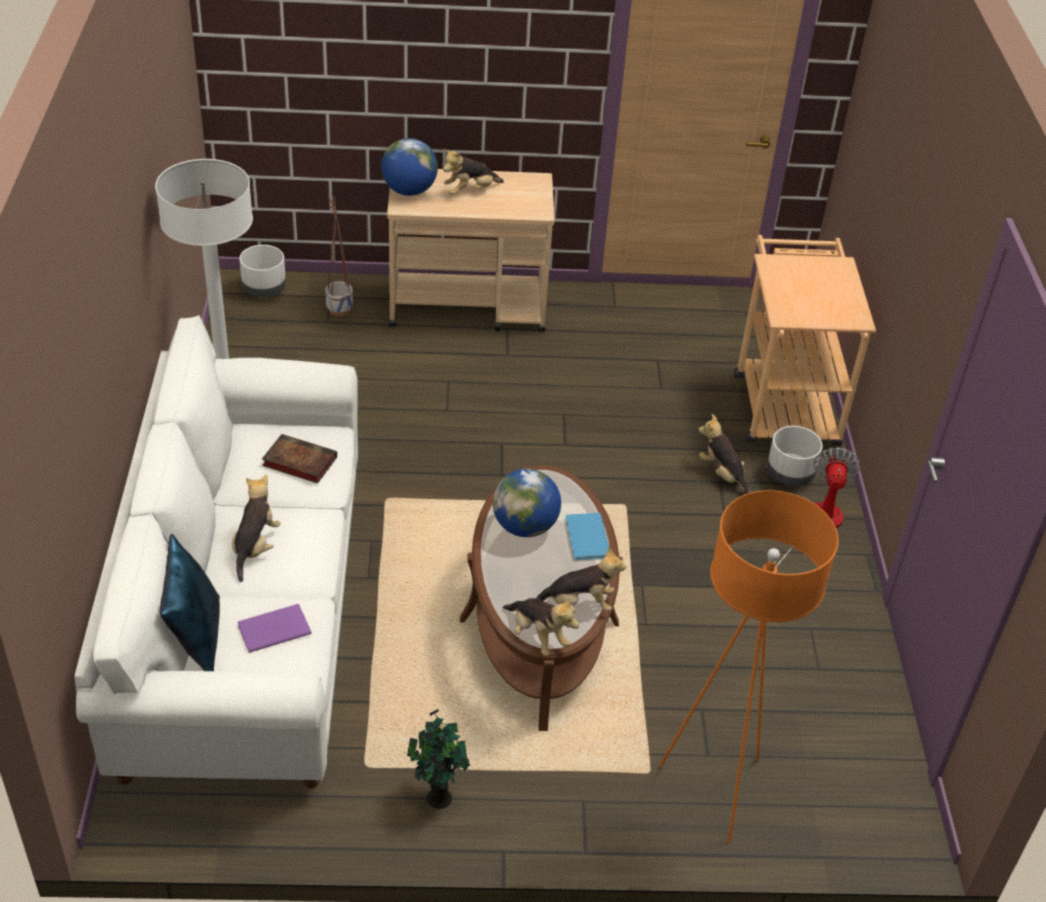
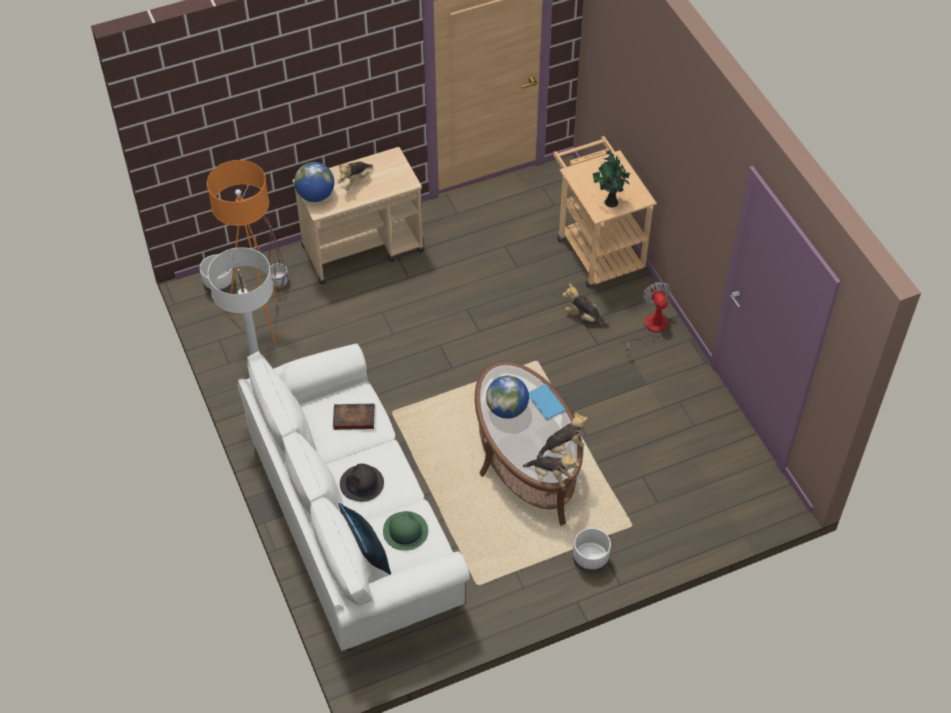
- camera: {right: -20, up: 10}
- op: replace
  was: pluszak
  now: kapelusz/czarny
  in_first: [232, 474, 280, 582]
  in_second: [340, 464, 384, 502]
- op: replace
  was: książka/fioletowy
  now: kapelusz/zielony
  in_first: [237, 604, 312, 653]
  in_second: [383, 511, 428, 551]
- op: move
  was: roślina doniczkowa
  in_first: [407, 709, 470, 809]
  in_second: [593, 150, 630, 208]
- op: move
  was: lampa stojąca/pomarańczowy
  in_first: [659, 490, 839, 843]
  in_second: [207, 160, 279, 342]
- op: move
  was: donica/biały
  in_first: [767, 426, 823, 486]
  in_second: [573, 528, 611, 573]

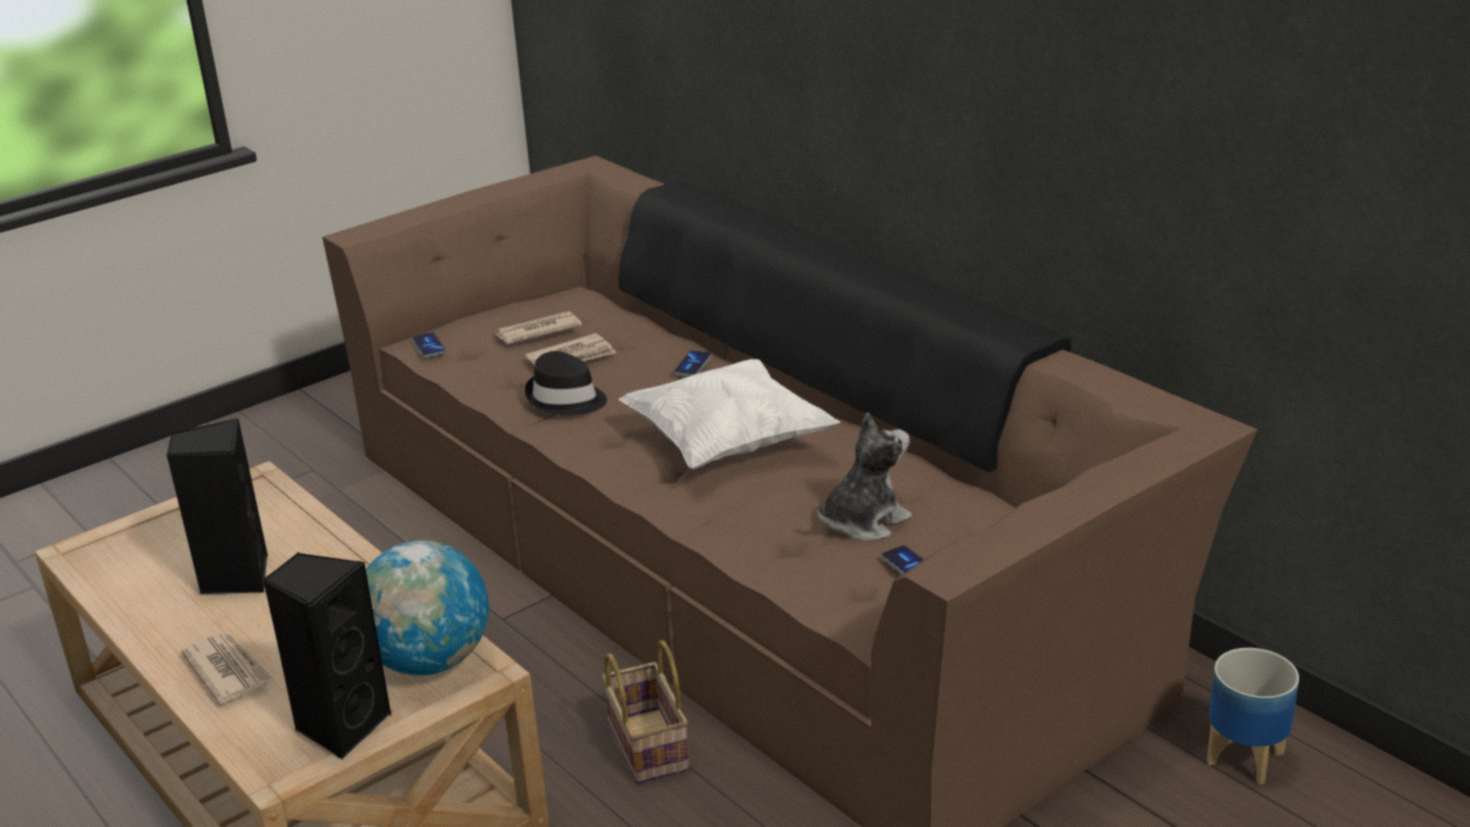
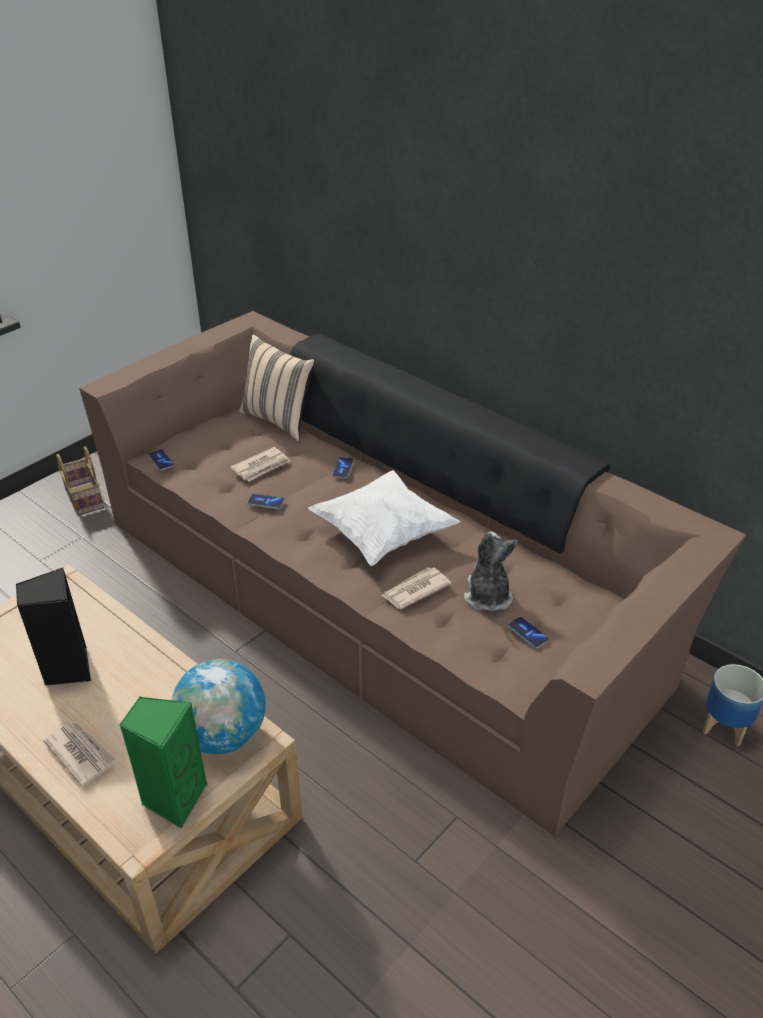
- camera: {right: -10, up: 10}
- op: recolor
  was: głośnik/czarny
  now: głośnik/zielony
  in_first: [262, 552, 391, 759]
  in_second: [119, 697, 207, 828]
- op: move
  was: gazeta
  in_first: [495, 311, 582, 344]
  in_second: [382, 567, 451, 609]
- op: replace
  was: kapelusz/czarny
  now: telefon
  in_first: [525, 351, 607, 416]
  in_second: [247, 494, 285, 509]
- op: move
  was: koszyk
  in_first: [602, 640, 689, 784]
  in_second: [56, 447, 104, 516]
- op: rotate
  was: pluszak
  in_first: [816, 413, 912, 541]
  in_second: [464, 531, 518, 611]
  clockwise: -45
- op: insert
  now: poduszka/beżowy
  in_second: [239, 334, 315, 441]

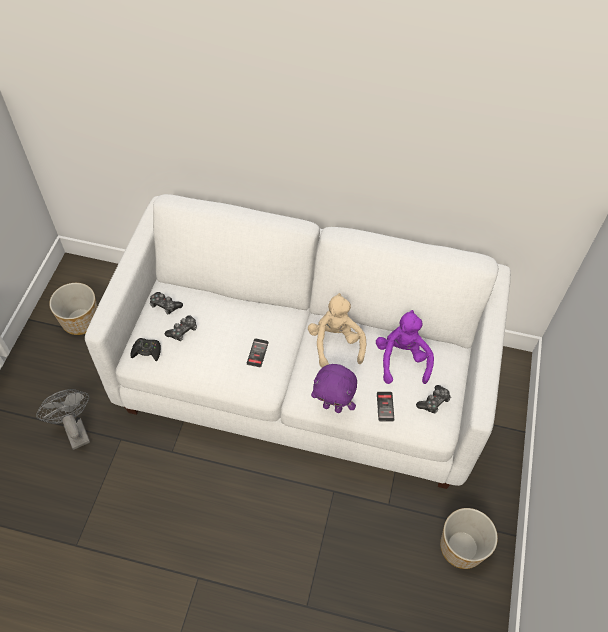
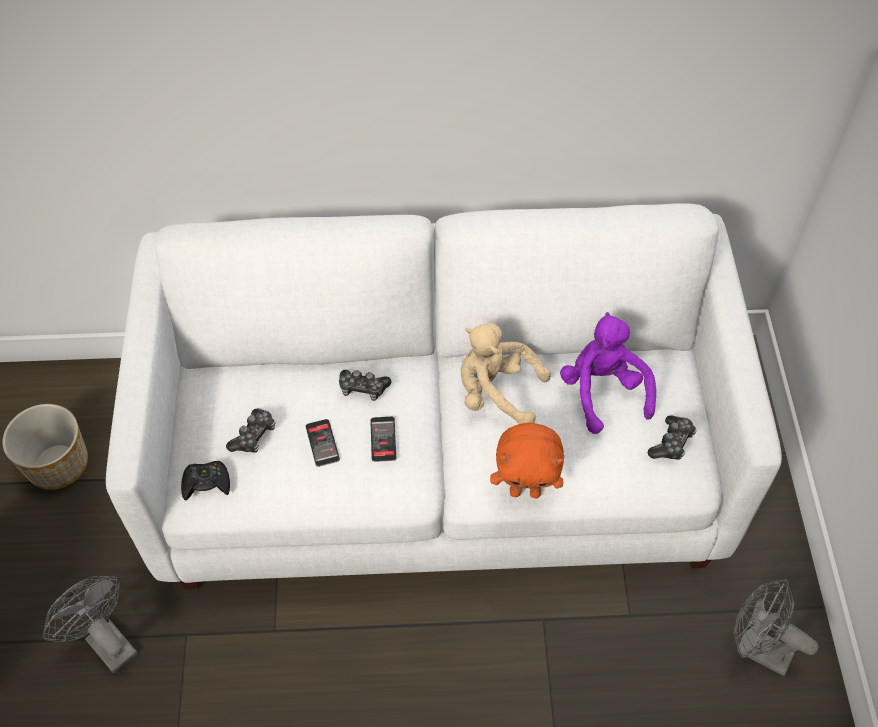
- camera: {right: -15, up: 0}
- op: move
  was: pad do gier
  in_first: [150, 292, 183, 315]
  in_second: [339, 370, 391, 401]
- op: rotate
  was: pluszak/beżowy
  in_first: [308, 293, 366, 367]
  in_second: [461, 323, 551, 424]
  clockwise: -45
- op: recolor
  was: pluszak/fioletowy
  now: pluszak/pomarańczowy
  in_first: [311, 364, 357, 413]
  in_second: [490, 422, 564, 498]
- op: move
  was: telefon
  in_first: [377, 392, 394, 421]
  in_second: [305, 419, 340, 467]
- op: replace
  was: donica
  now: wentylator/szary
  in_first: [440, 508, 498, 569]
  in_second: [734, 579, 819, 676]

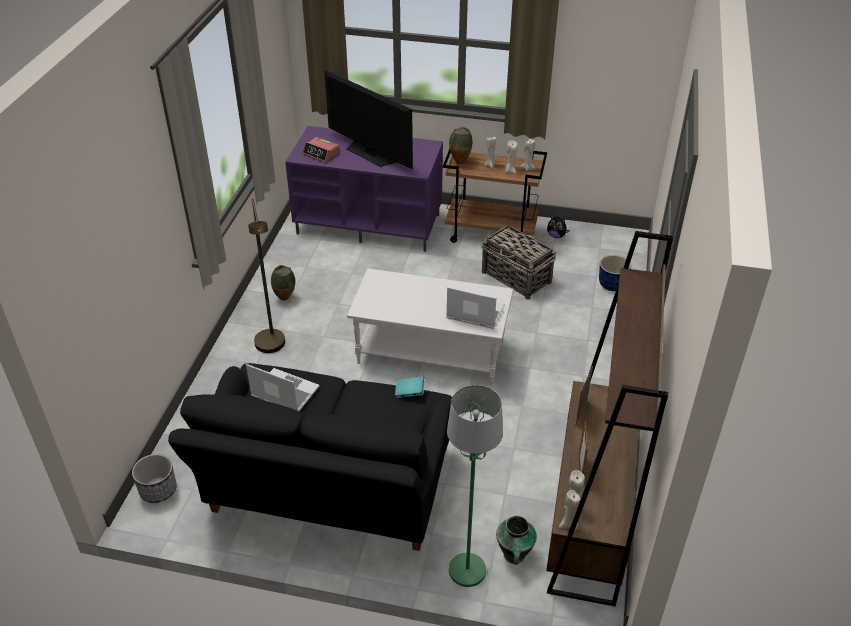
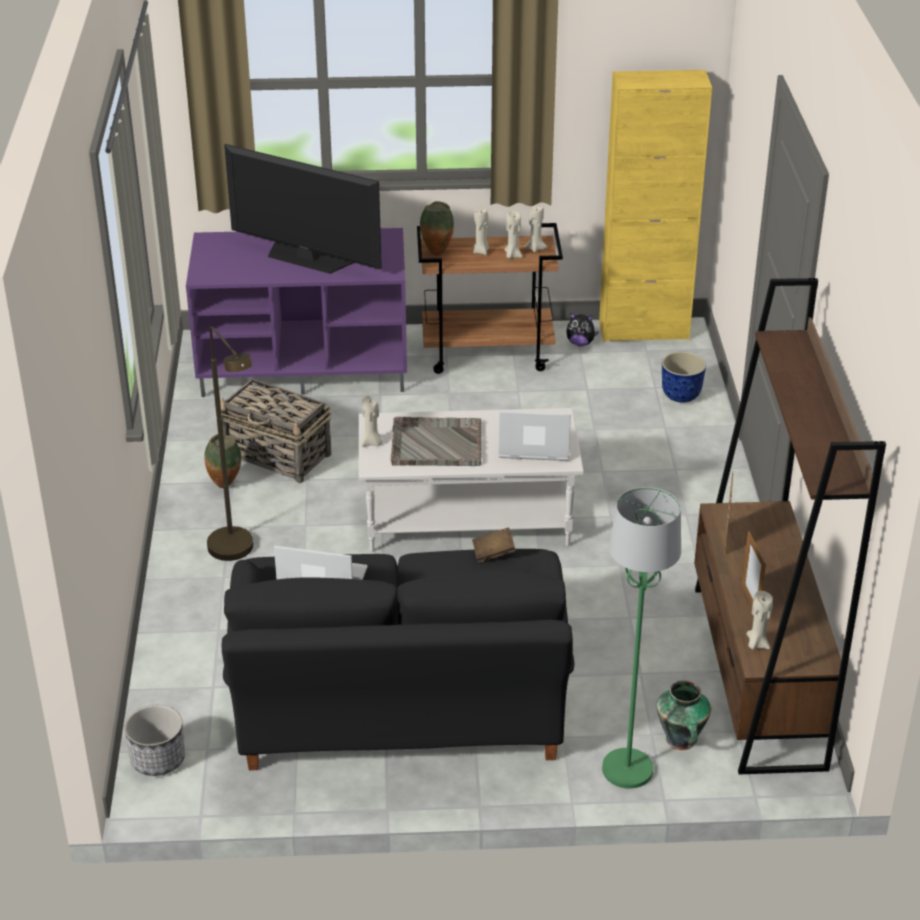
- camera: {right: -15, up: -5}
- op: delete
  was: budzik
  in_first: [303, 137, 339, 163]
- op: recolor
  was: książka/turkusowy
  now: książka/brązowy
  in_first: [395, 376, 425, 398]
  in_second: [472, 528, 516, 563]
- op: move
  was: koszyk
  in_first: [481, 225, 556, 300]
  in_second: [220, 379, 331, 483]
- op: move
  was: świeca/beżowy
  in_first: [559, 490, 581, 531]
  in_second: [361, 396, 382, 447]
- op: insert
  now: taca/szary
  in_second: [391, 417, 481, 466]
- op: insert
  now: szafka/żółty
  in_second: [599, 70, 712, 342]

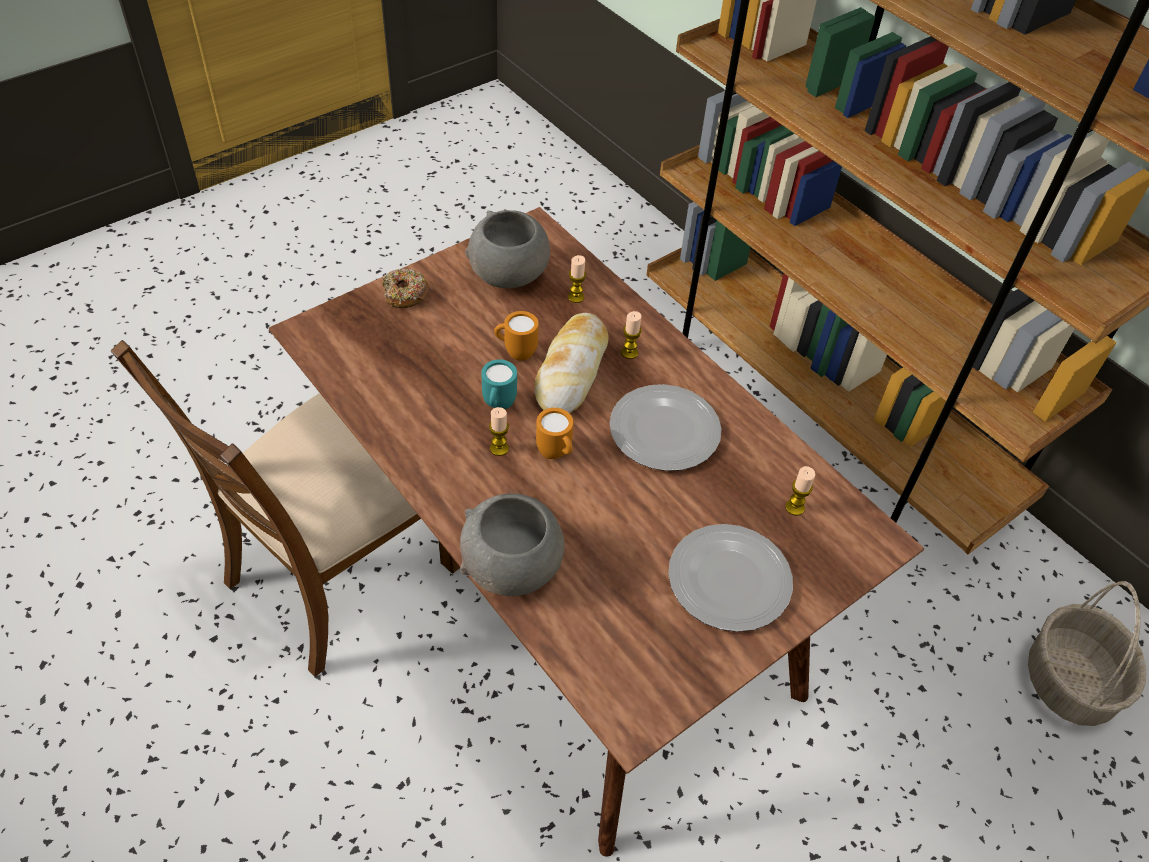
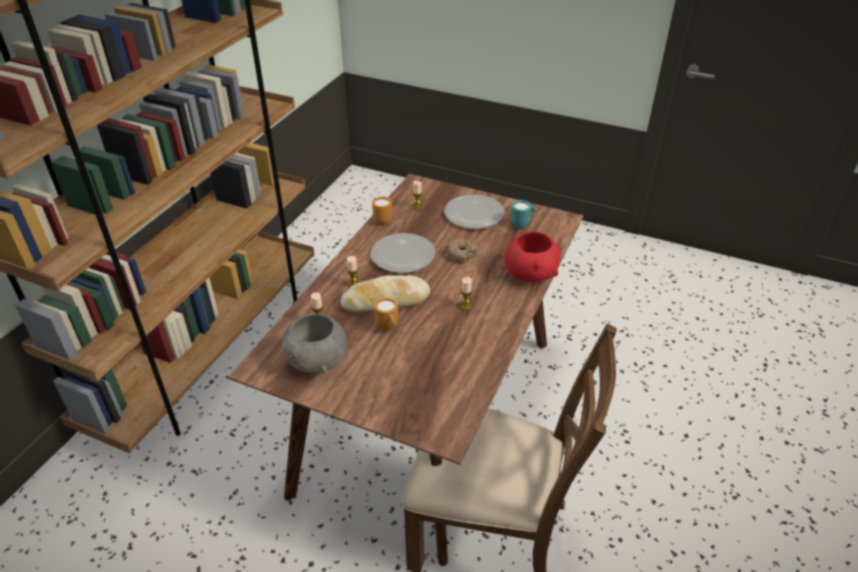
- camera: {right: -115, up: -10}
- op: move
  was: donut
  in_first: [382, 268, 428, 308]
  in_second: [447, 238, 477, 264]
- op: recolor
  was: miska/szary
  now: miska/czerwony
  in_first: [460, 493, 564, 596]
  in_second: [504, 232, 560, 282]
- op: move
  was: kubek/turkusowy
  in_first: [481, 359, 517, 409]
  in_second: [511, 200, 536, 229]
- op: move
  was: kubek/pomarańczowy
  in_first: [536, 408, 573, 459]
  in_second: [372, 197, 392, 225]
- op: delete
  was: koszyk
  in_first: [1028, 581, 1146, 726]

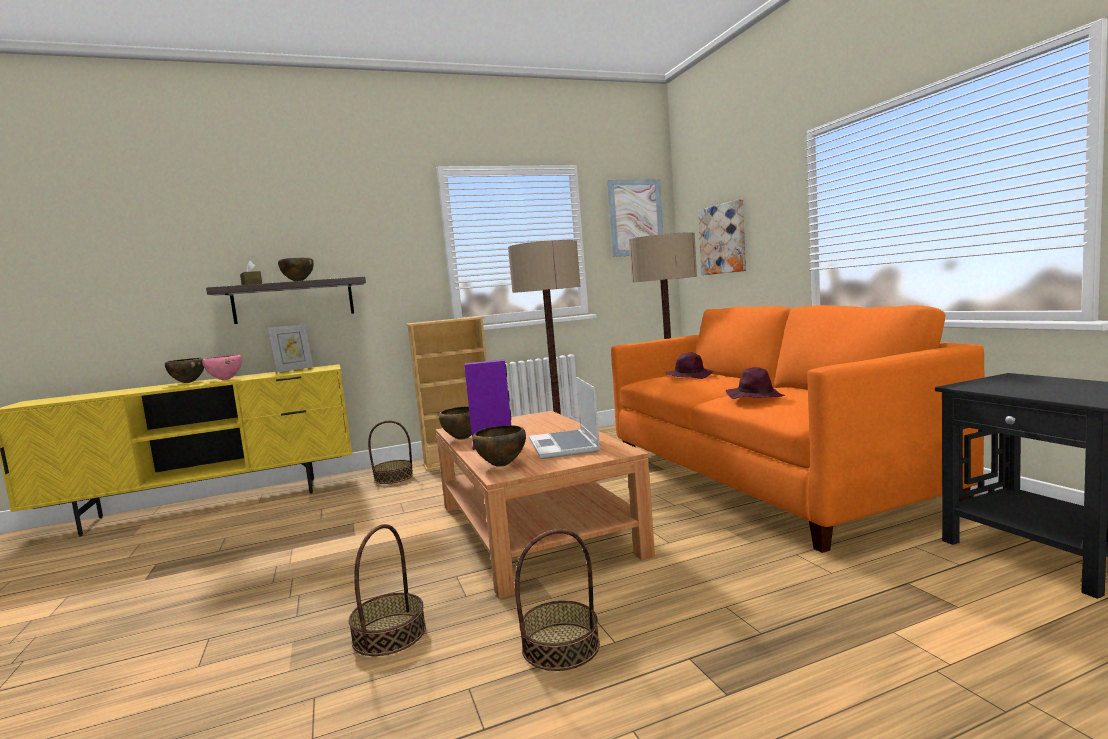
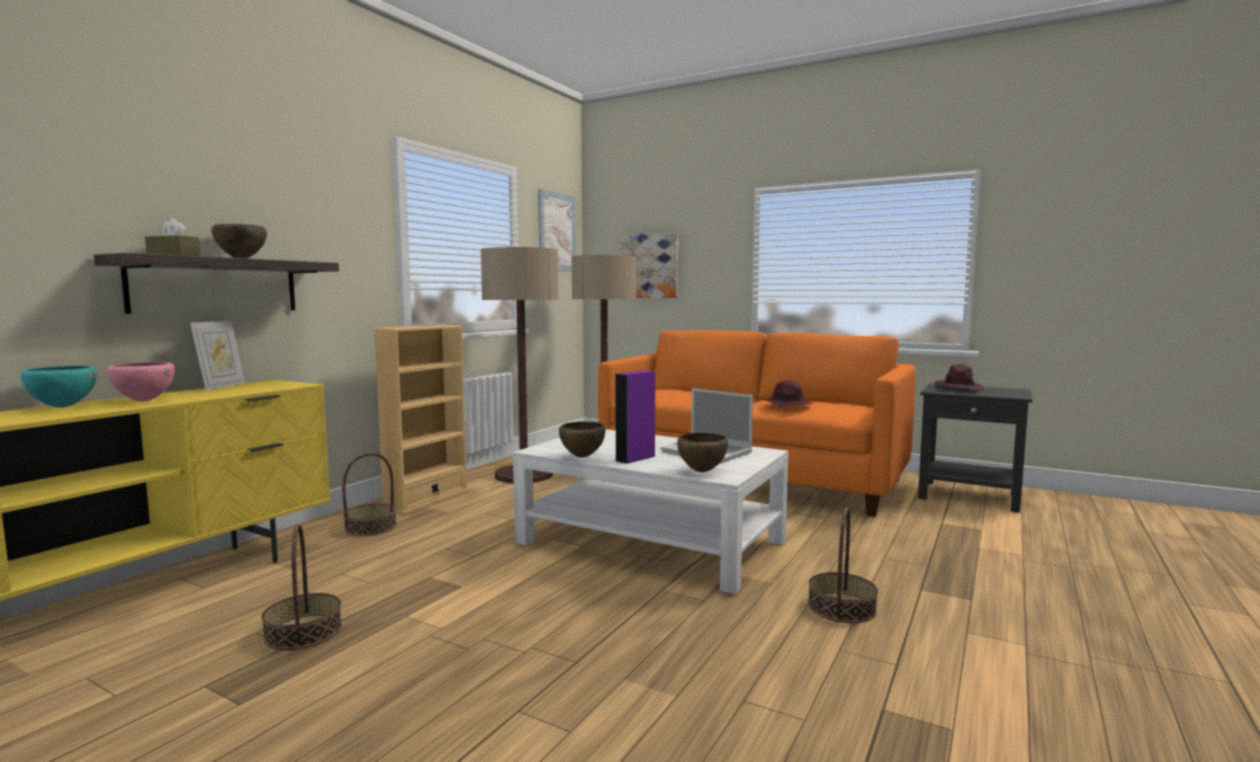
- camera: {right: -40, up: 0}
- op: recolor
  was: miska/brązowy
  now: miska/turkusowy
  in_first: [165, 358, 204, 383]
  in_second: [21, 365, 97, 408]
- op: move
  was: koszyk
  in_first: [349, 524, 426, 656]
  in_second: [262, 523, 342, 650]
- op: recolor
  was: ława/brązowy
  now: ława/biały
  in_first: [436, 411, 655, 599]
  in_second: [513, 429, 788, 594]
- op: move
  was: kapelusz/fioletowy
  in_first: [665, 353, 714, 379]
  in_second: [934, 364, 983, 391]

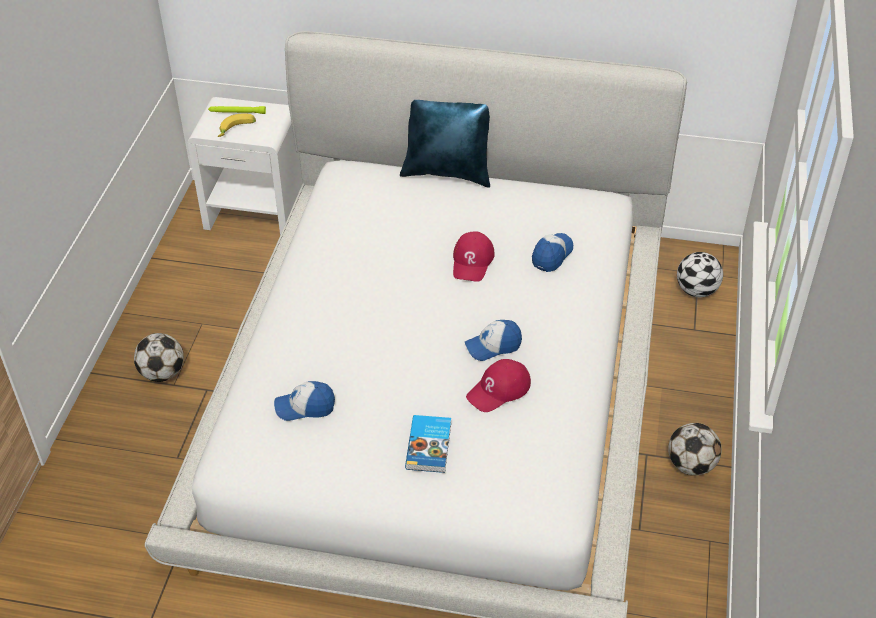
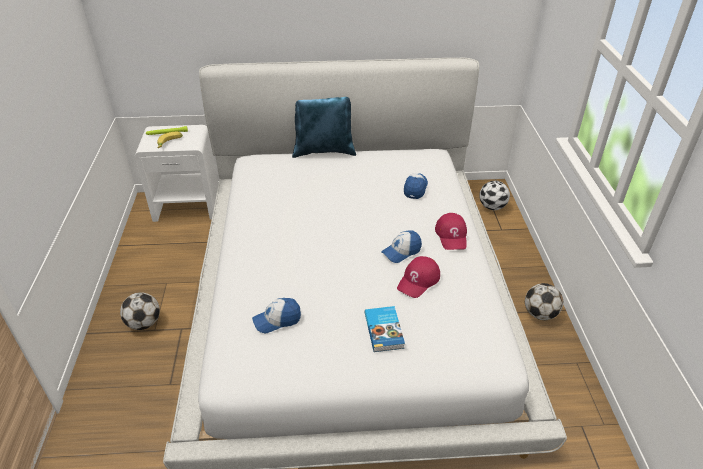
- camera: {right: -15, up: -5}
- op: move
  was: czapka z daszkiem/czerwony
  in_first: [453, 231, 495, 282]
  in_second: [435, 213, 467, 250]

